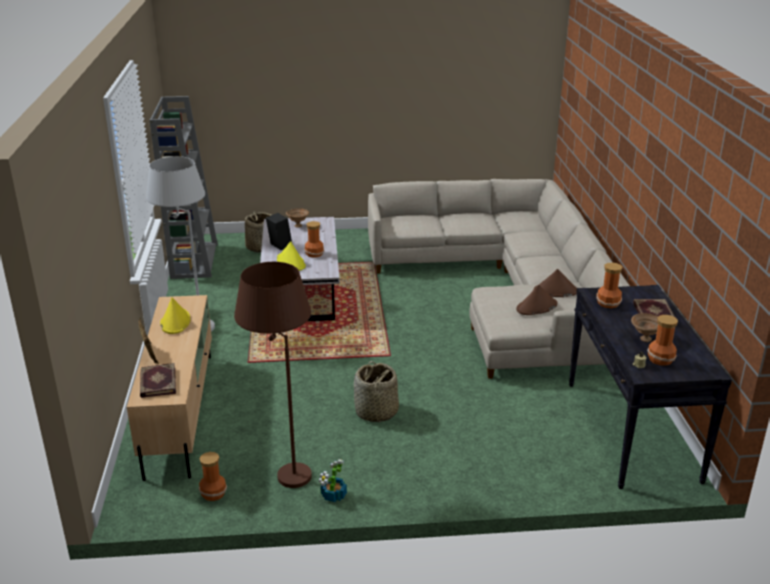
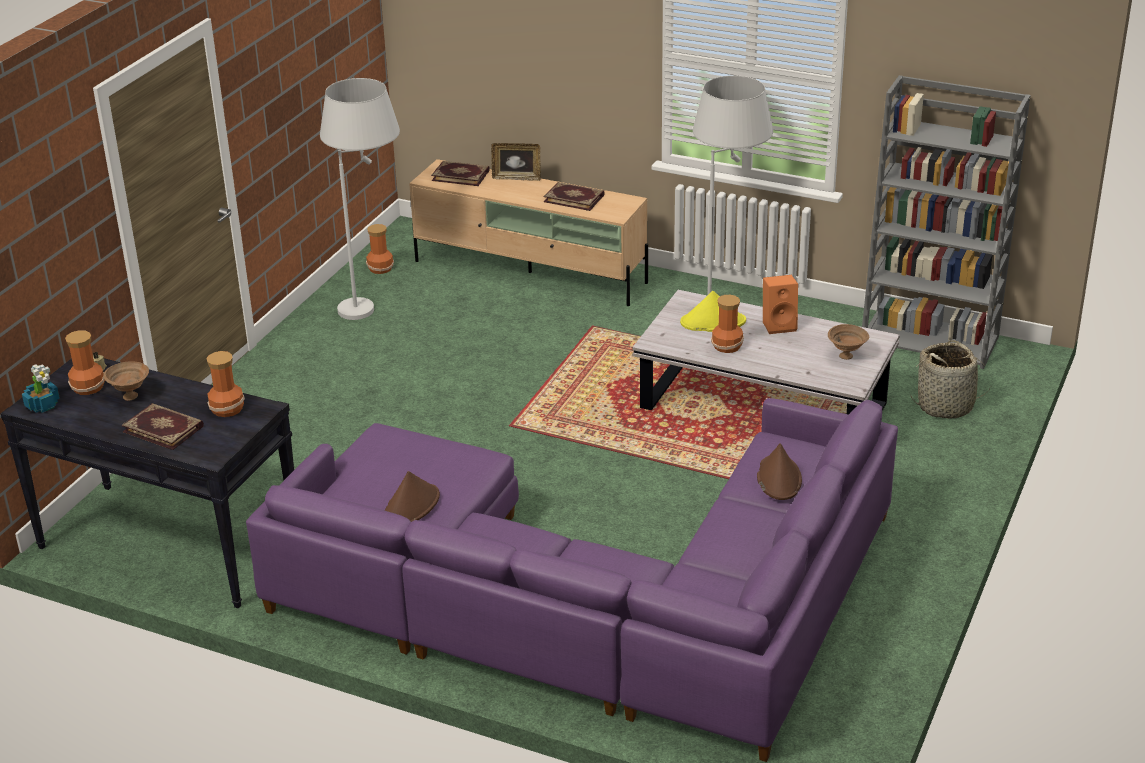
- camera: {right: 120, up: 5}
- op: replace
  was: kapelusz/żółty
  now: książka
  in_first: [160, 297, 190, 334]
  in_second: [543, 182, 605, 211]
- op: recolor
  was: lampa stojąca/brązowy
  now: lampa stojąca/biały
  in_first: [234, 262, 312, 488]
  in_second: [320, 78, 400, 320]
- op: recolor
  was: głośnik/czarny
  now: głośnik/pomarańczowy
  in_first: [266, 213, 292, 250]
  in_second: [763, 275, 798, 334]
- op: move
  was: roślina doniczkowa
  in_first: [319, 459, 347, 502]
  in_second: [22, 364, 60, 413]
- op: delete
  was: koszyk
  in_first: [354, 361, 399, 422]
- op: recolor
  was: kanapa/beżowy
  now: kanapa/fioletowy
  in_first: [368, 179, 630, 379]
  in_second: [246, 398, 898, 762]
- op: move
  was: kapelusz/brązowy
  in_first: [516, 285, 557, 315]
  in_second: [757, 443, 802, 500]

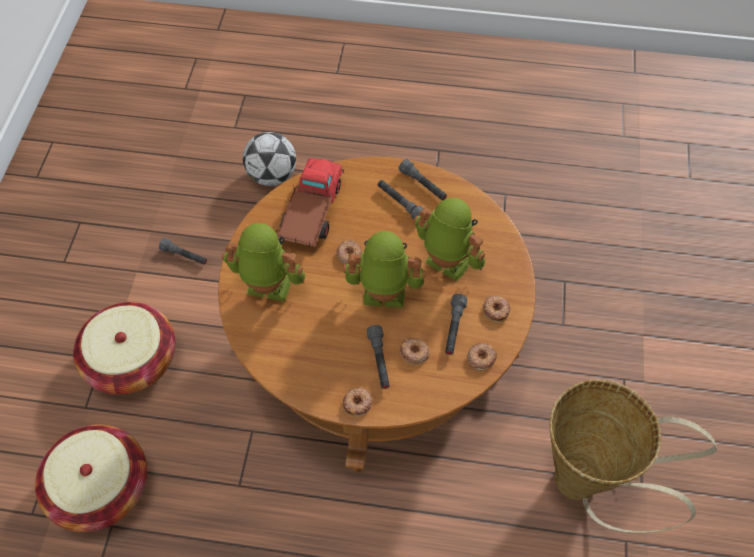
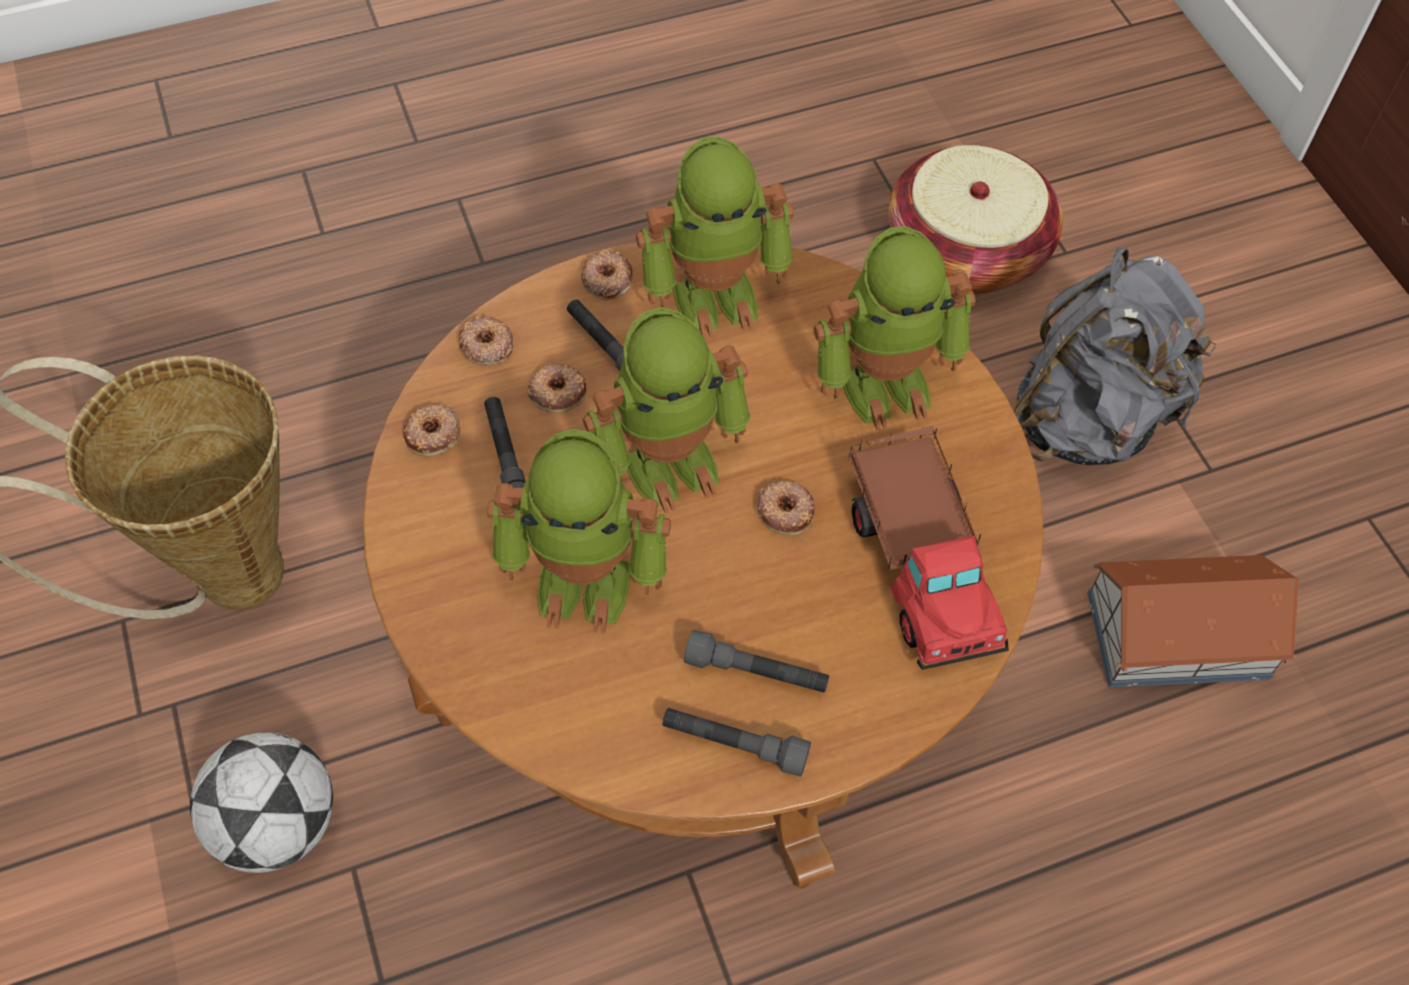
- camera: {right: 150, up: 0}
- op: replace
  was: koszyk
  now: plecak/szary
  in_first: [73, 302, 176, 395]
  in_second: [1013, 247, 1217, 465]
- op: replace
  was: latarka/szary
  now: domek
  in_first: [159, 238, 207, 265]
  in_second: [1087, 555, 1299, 688]
- op: move
  was: piłka futbolowa
  in_first: [243, 132, 296, 186]
  in_second: [190, 732, 333, 873]
- op: move
  was: donut
  in_first: [483, 296, 511, 323]
  in_second: [459, 316, 514, 365]
- op: insert
  now: robot zabawkowy
  in_second: [636, 136, 794, 339]

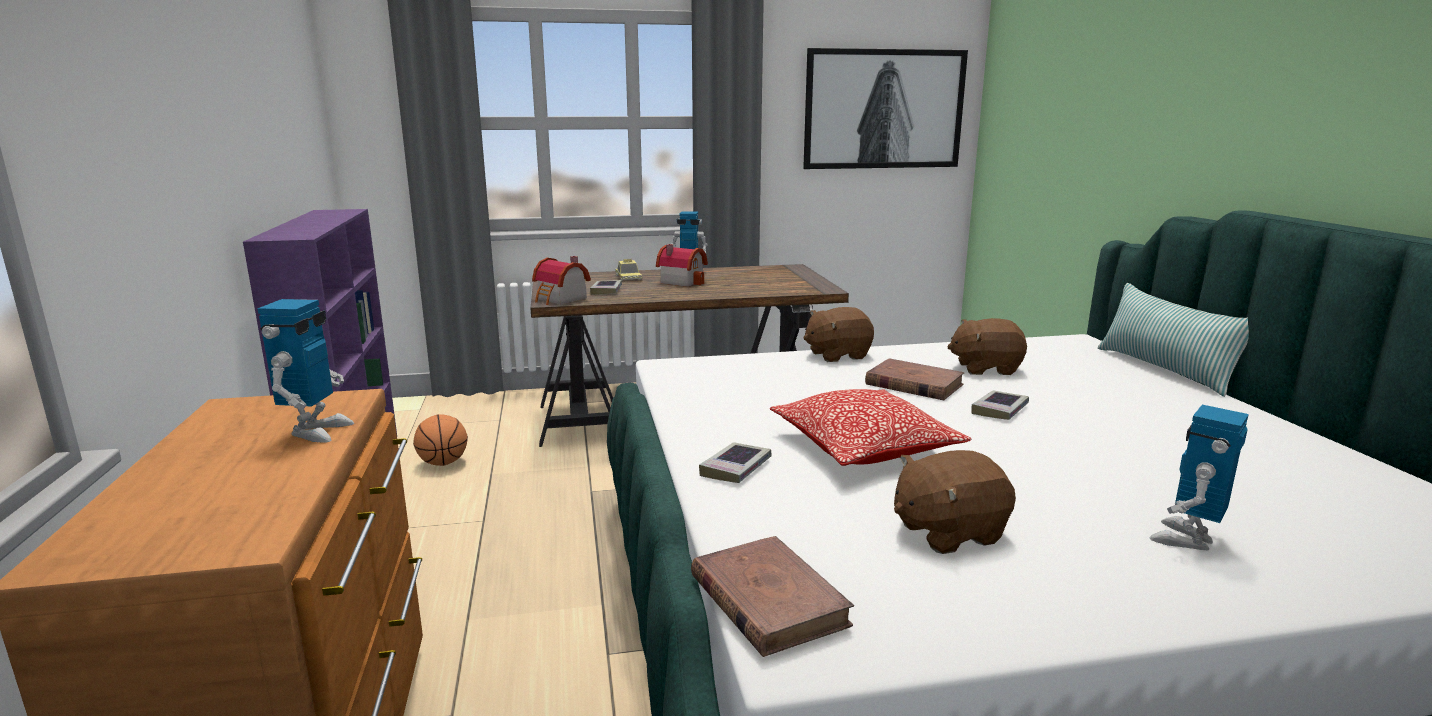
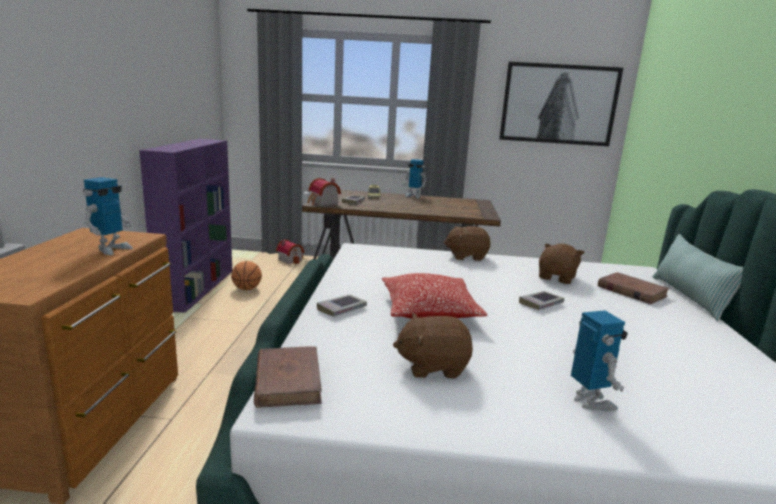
- camera: {right: 15, up: 0}
- op: move
  was: domek
  in_first: [656, 244, 708, 287]
  in_second: [276, 240, 304, 264]
- op: move
  was: książka/brązowy
  in_first: [865, 358, 965, 400]
  in_second: [598, 272, 670, 304]
- op: rotate
  was: pluszak/brązowy
  in_first: [947, 318, 1027, 375]
  in_second: [539, 244, 585, 284]
  clockwise: 105
- op: rotate
  was: robot zabawkowy
  in_first: [1150, 405, 1249, 550]
  in_second: [571, 310, 628, 411]
  clockwise: 105

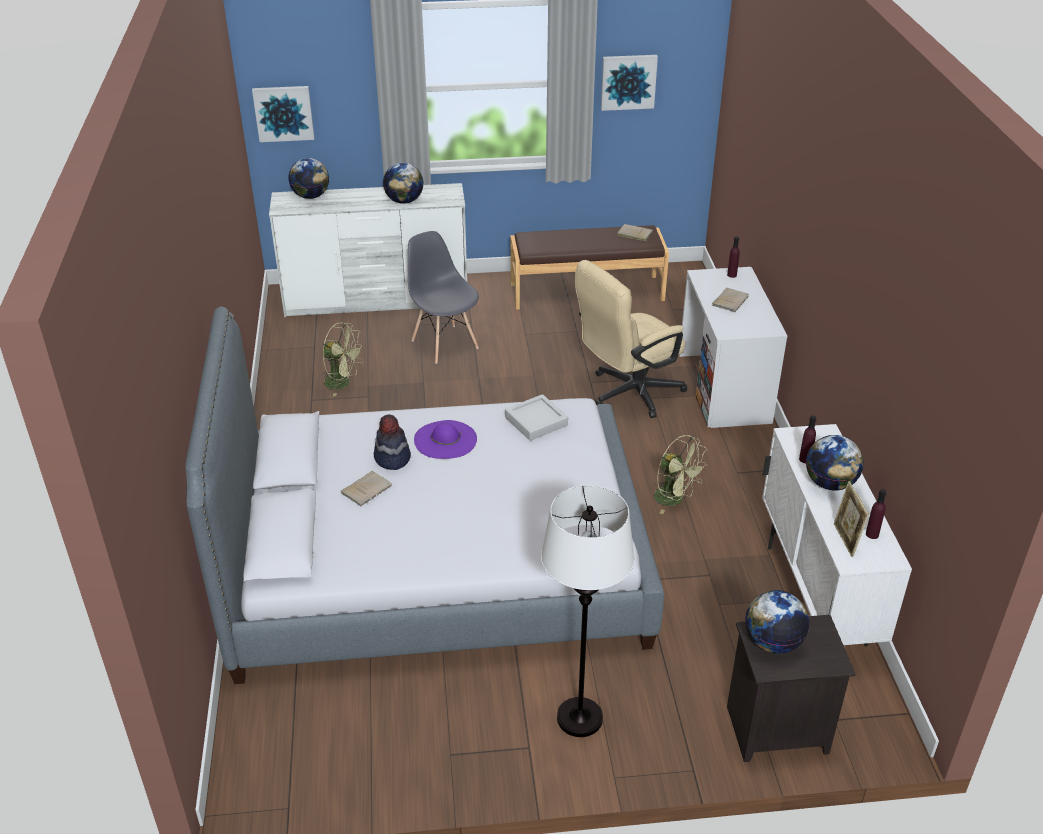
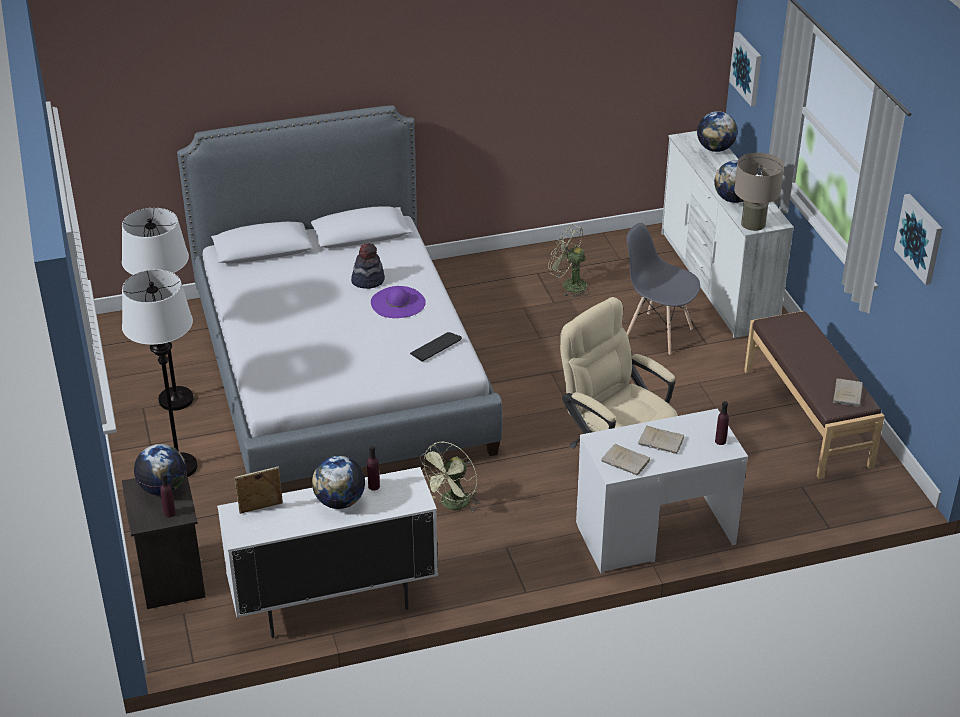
- camera: {right: 80, up: 0}
- op: rotate
  was: wentylator/zielony
  in_first: [322, 322, 364, 396]
  in_second: [548, 224, 591, 298]
  clockwise: 105
- op: move
  was: książka/beżowy
  in_first: [341, 471, 392, 506]
  in_second: [601, 444, 650, 475]
- op: rotate
  was: krzesło/szary
  in_first: [408, 231, 479, 364]
  in_second: [627, 223, 700, 355]
  clockwise: -105
- op: replace
  was: taca/szary
  now: klawiatura
  in_first: [505, 394, 568, 441]
  in_second: [410, 332, 462, 362]
- op: move
  was: butelka/fioletowy
  in_first: [866, 489, 887, 539]
  in_second: [160, 473, 176, 517]
- op: insert
  now: lampa stojąca/biały
  in_second: [122, 208, 194, 411]
- op: insert
  now: lampa stołowa/beżowy
  in_second: [734, 153, 784, 231]

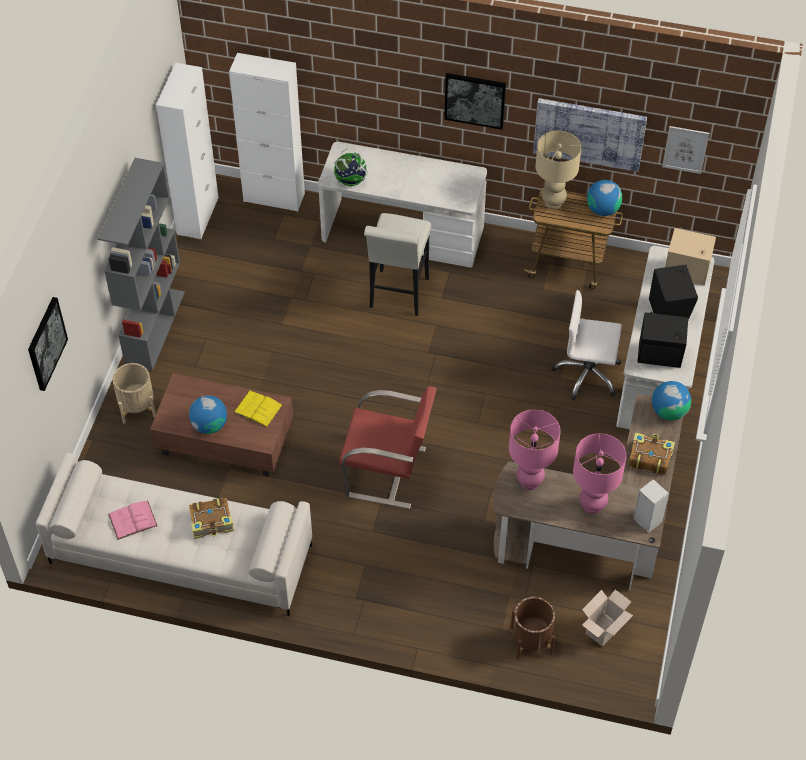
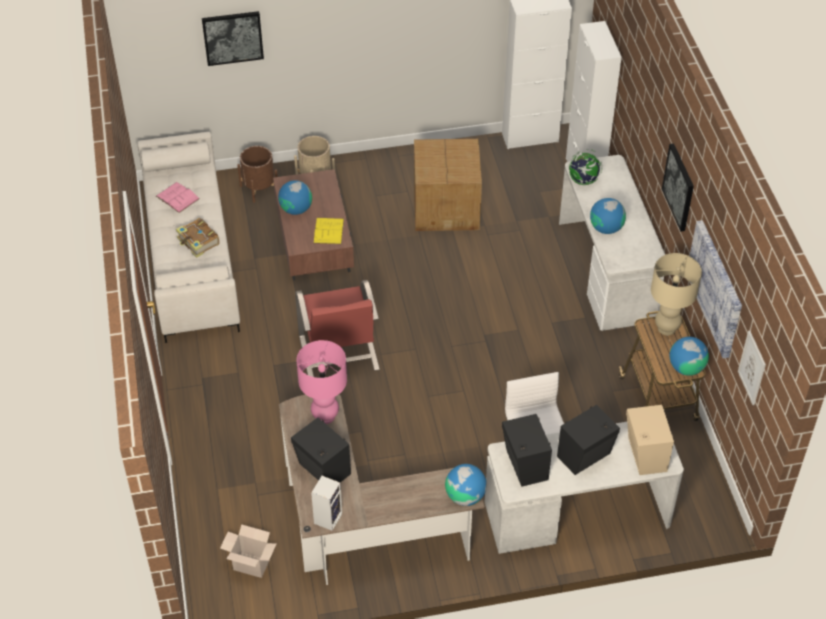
- camera: {right: 65, up: -5}
- op: delete
  was: regał/szary
  in_first: [97, 158, 185, 371]
- op: delete
  was: stołek/biały
  in_first: [364, 213, 431, 316]
- op: move
  was: donica/brązowy
  in_first: [510, 597, 555, 659]
  in_second: [237, 146, 278, 203]
- op: replace
  was: lampa stołowa/różowy
  now: głośnik/czarny
  in_first: [573, 433, 627, 514]
  in_second: [291, 418, 351, 482]
- op: delete
  was: książka
  in_first: [629, 433, 675, 475]
- op: insert
  now: karton
  in_second: [414, 139, 482, 231]
- op: insert
  now: globus
  in_second: [590, 198, 626, 234]

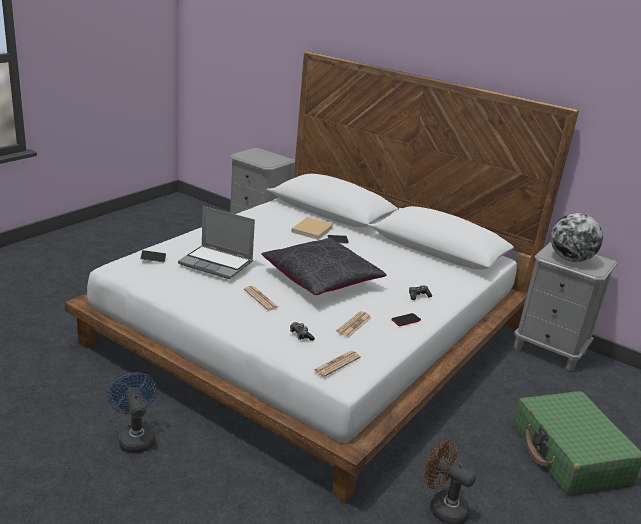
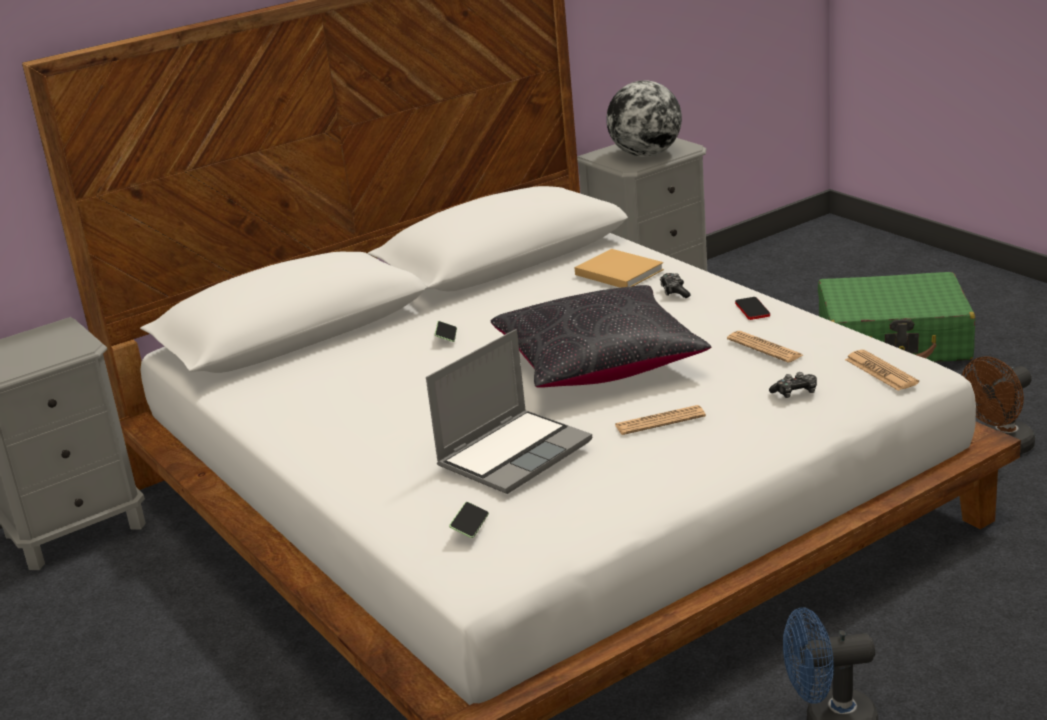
- camera: {right: -65, up: 0}
- op: move
  was: książka/beżowy
  in_first: [291, 217, 333, 240]
  in_second: [574, 249, 664, 288]

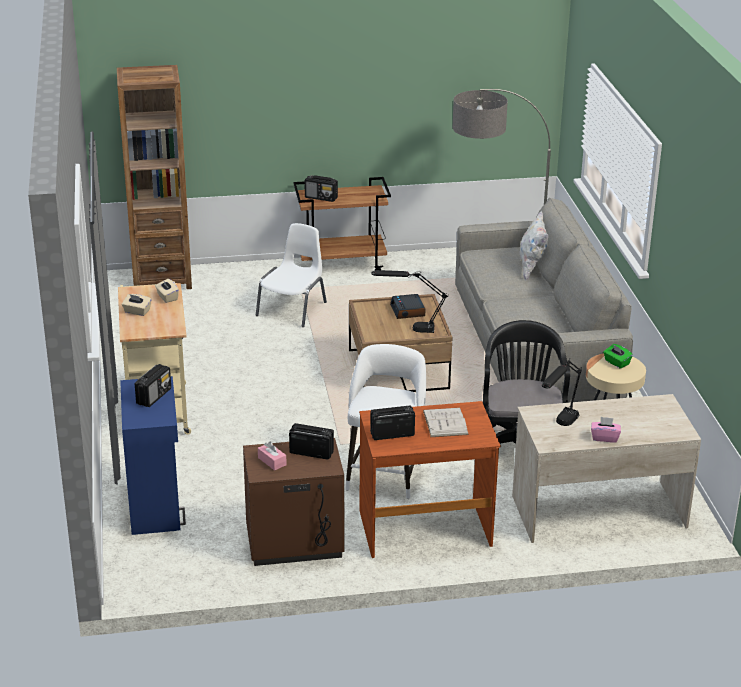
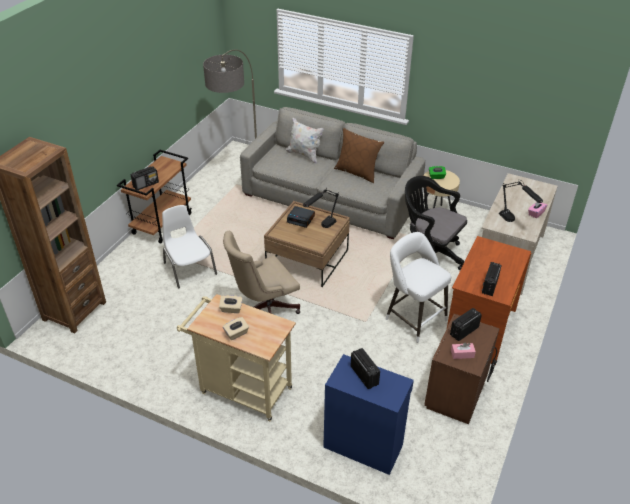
- camera: {right: -55, up: 10}
- op: delete
  was: książka/biały
  in_first: [423, 408, 469, 437]
- op: insert
  now: krzesło biurowe/beżowy
  in_second: [223, 231, 300, 314]
- op: insert
  now: poduszka/brązowy
  in_second: [334, 128, 384, 183]

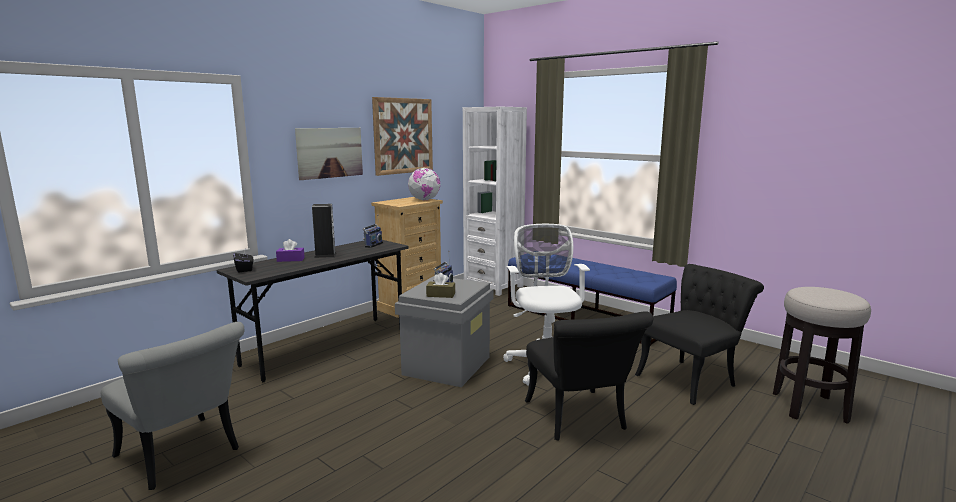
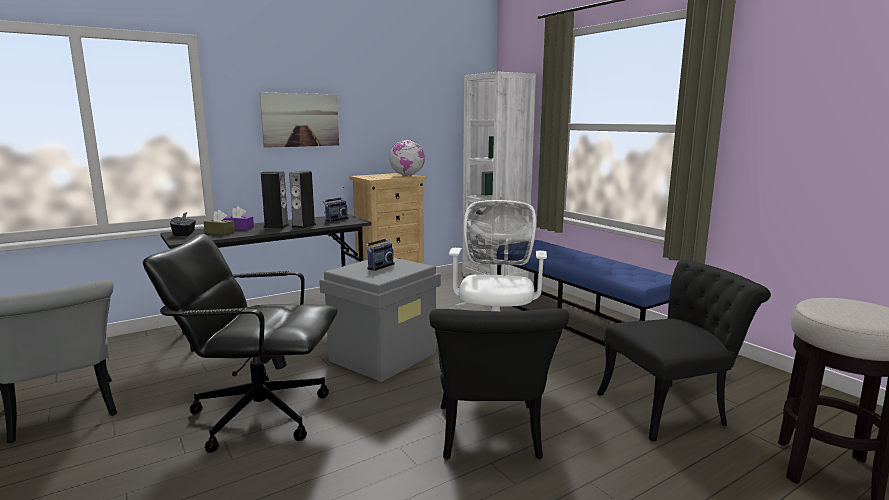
- camera: {right: 15, up: 0}
- op: delete
  was: obraz
  in_first: [372, 97, 433, 176]
- op: move
  was: pudełko chusteczek/brązowy
  in_first: [426, 273, 455, 298]
  in_second: [204, 210, 235, 235]
- op: insert
  now: krzesło biurowe/czarny
  in_second: [143, 234, 338, 453]
- op: insert
  now: głośnik
  in_second: [289, 170, 316, 229]

